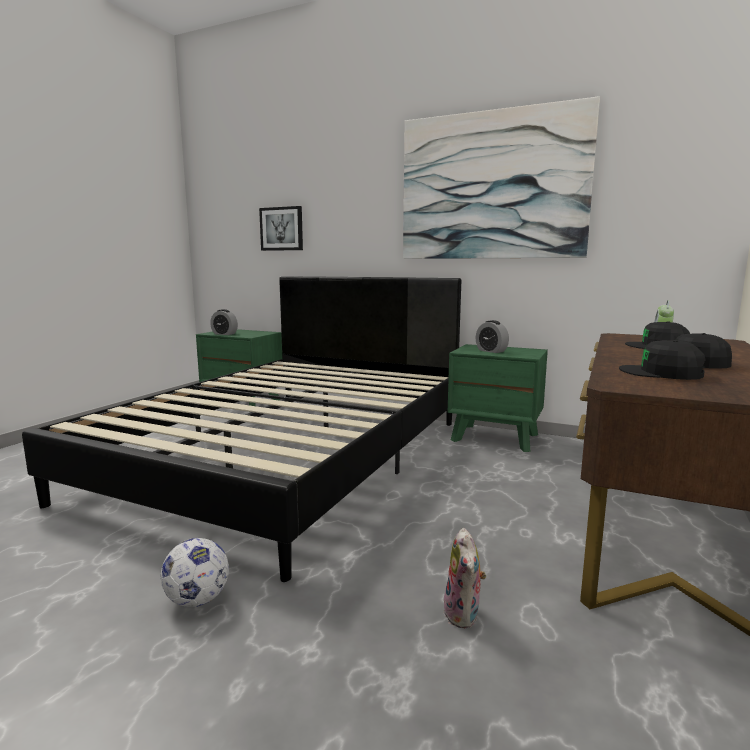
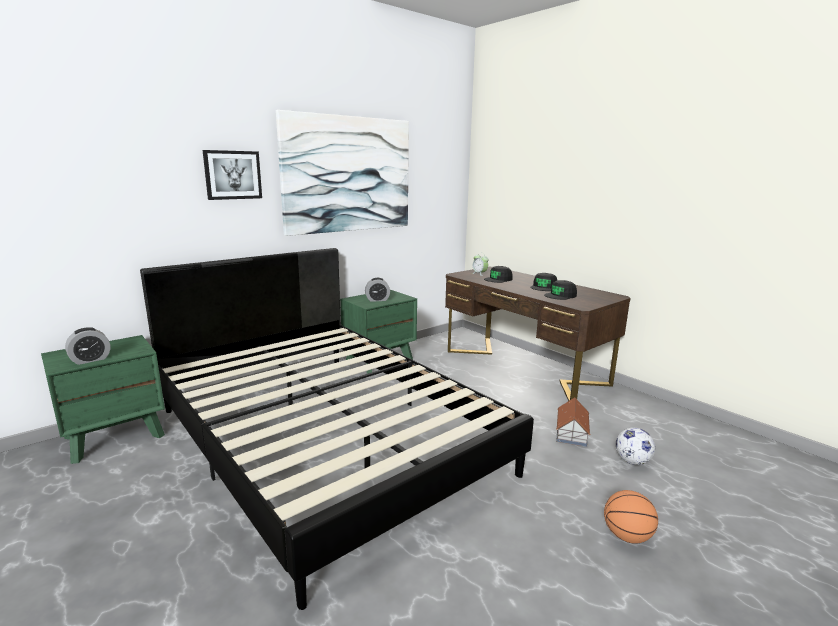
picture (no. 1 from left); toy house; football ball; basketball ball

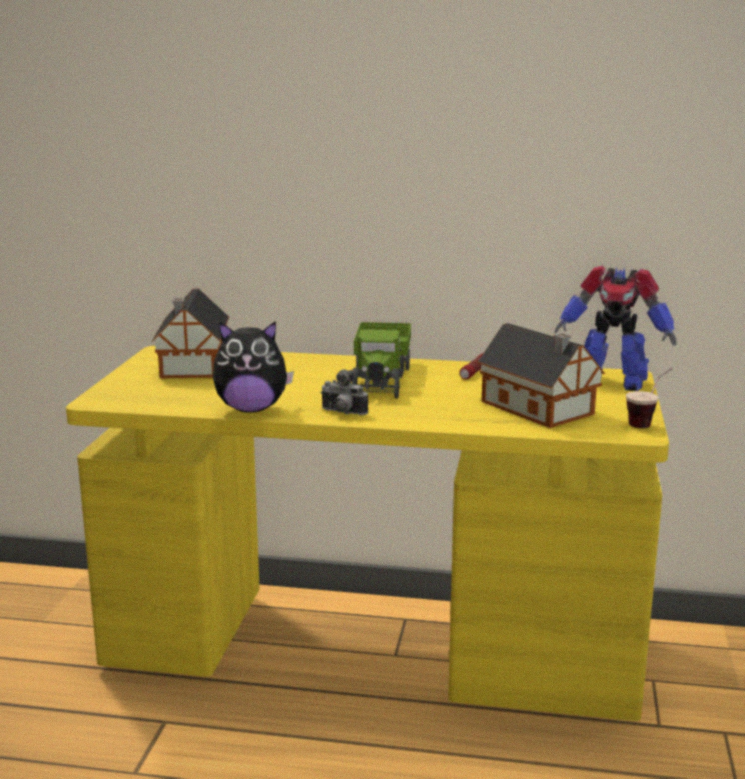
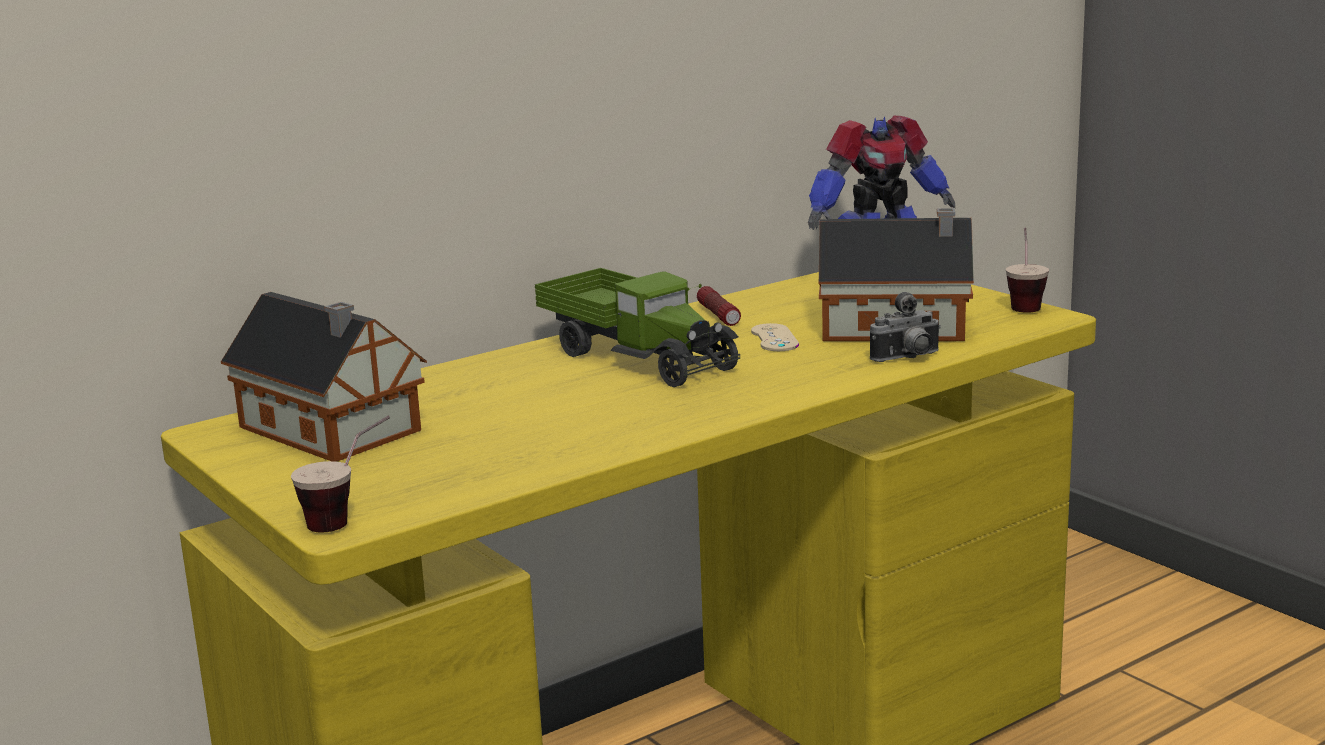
cuddly toy; photo camera; beige-coloured gamepad; cup (no. 1 from left)

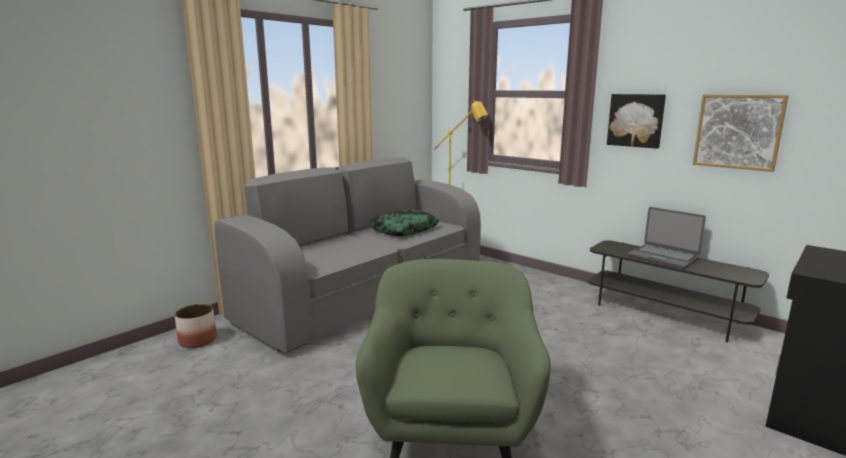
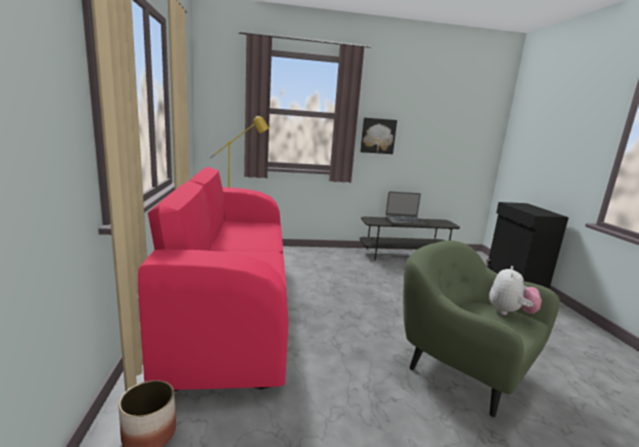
picture (no. 2 from left in the first image); pink-coloured couch; cushion; cuddly toy

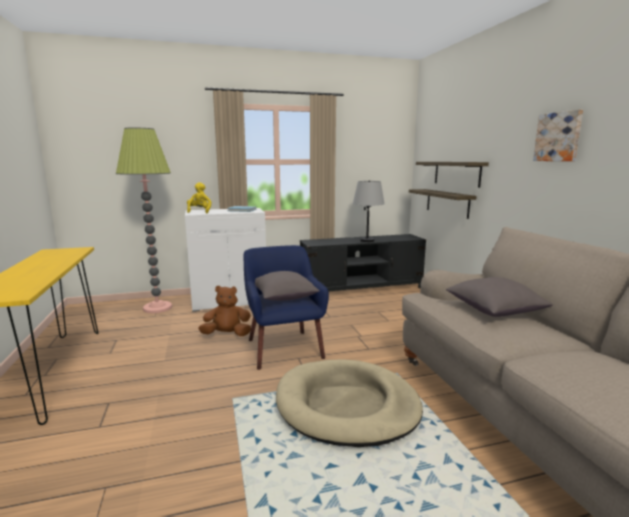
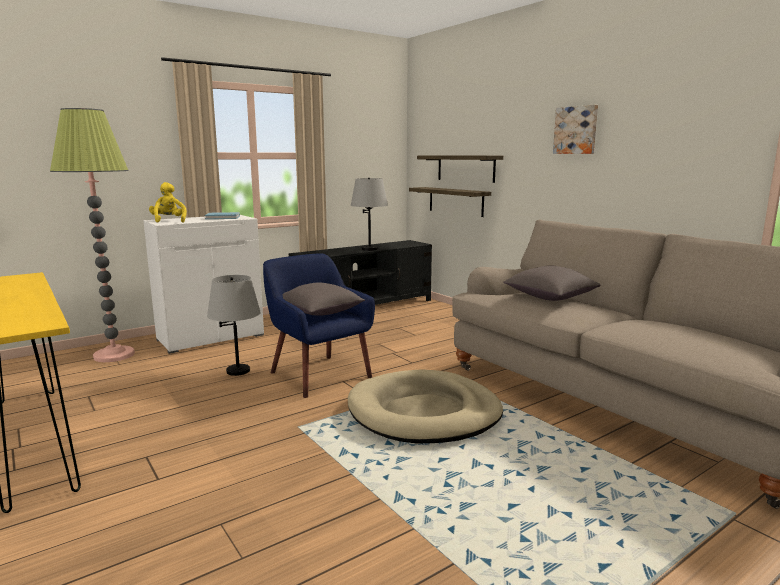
greyish lamp for a table (no. 1 from left)

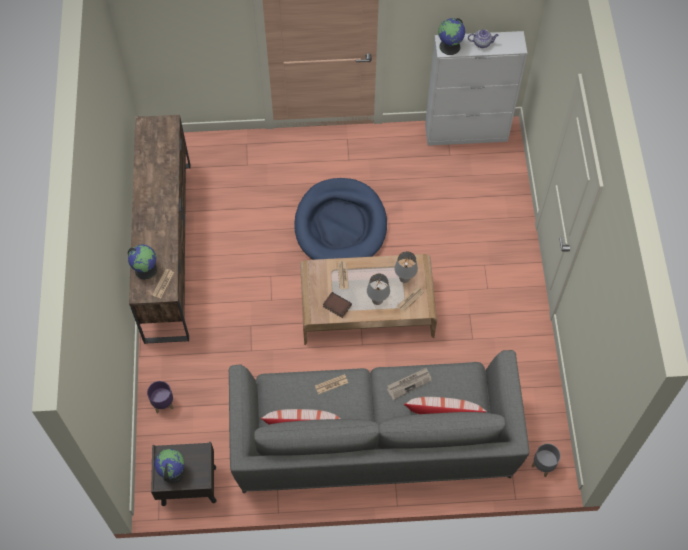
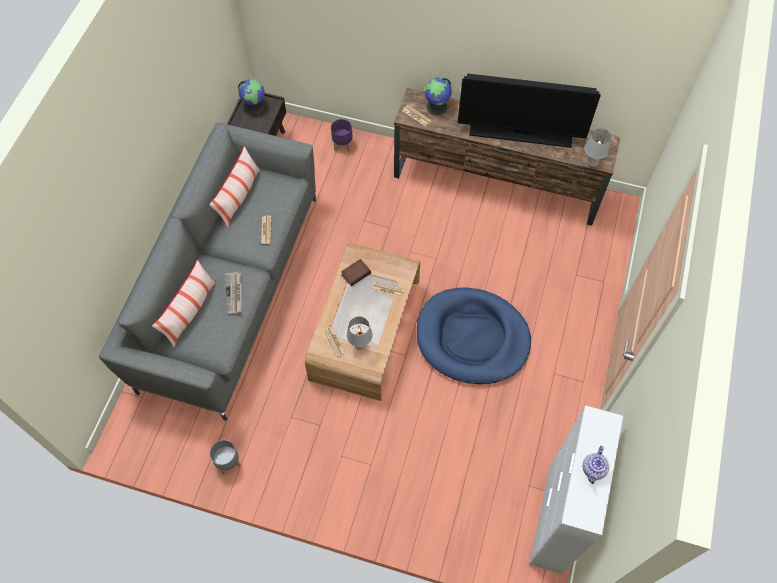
desk globe (no. 3 from left in the first image); greyish lamp for a table (no. 2 from left); greyish flower pot; television

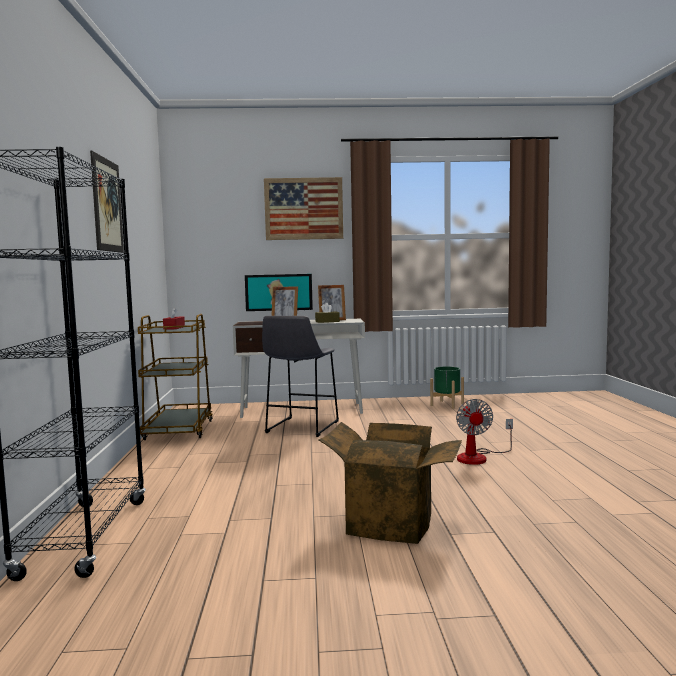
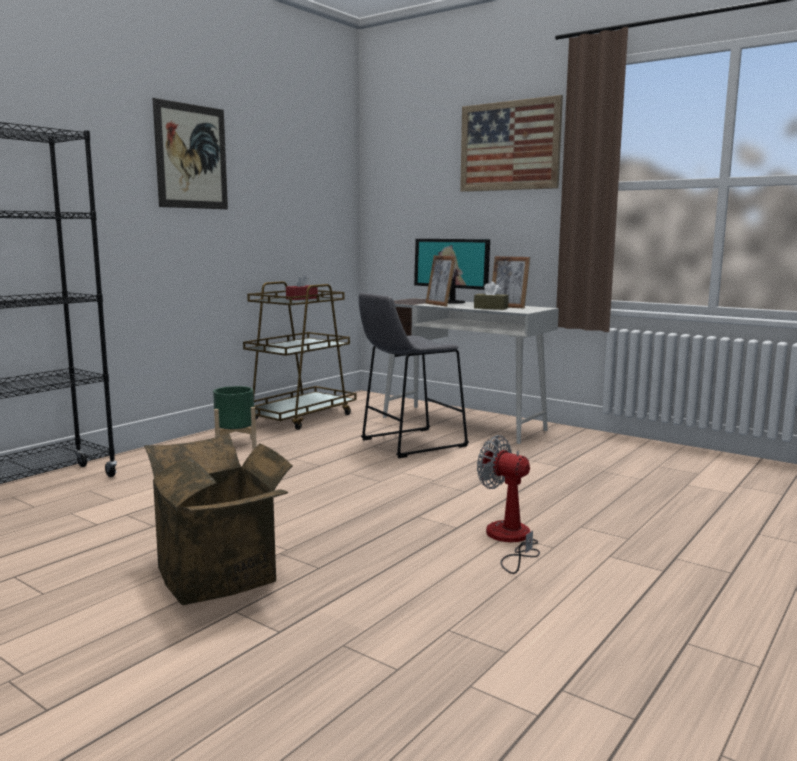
green-coloured flower pot; cooling fan

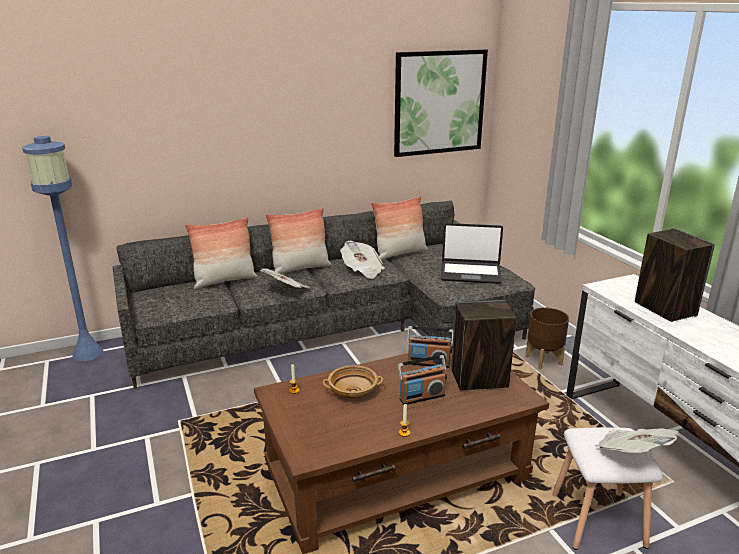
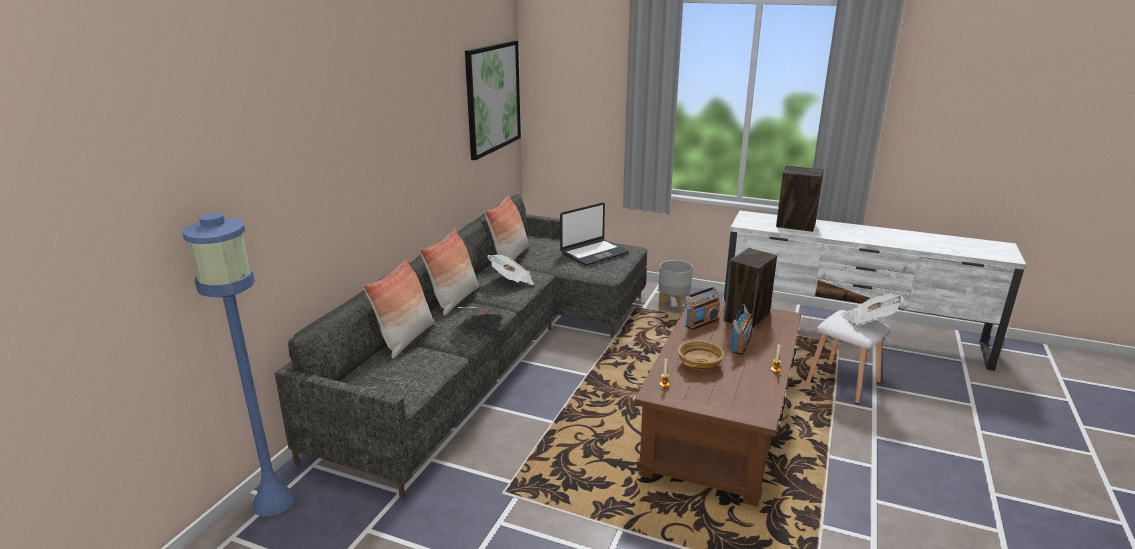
greyish flower pot

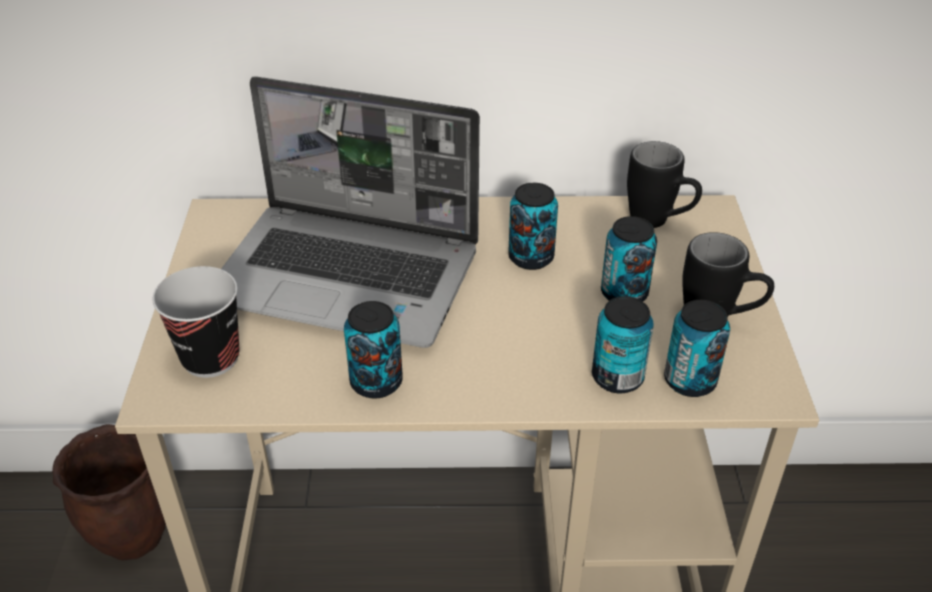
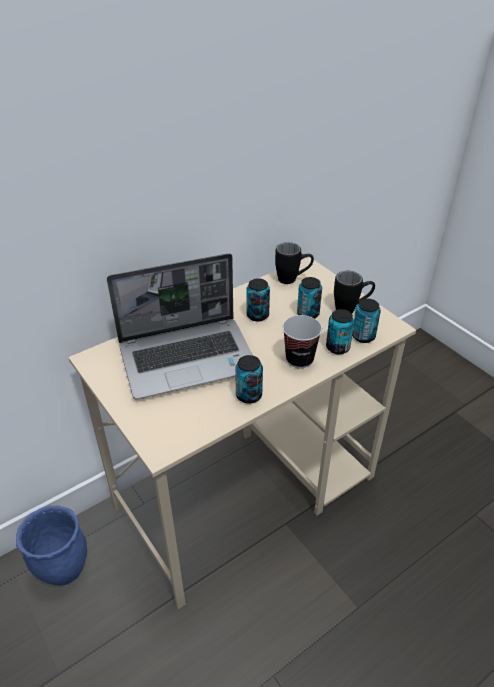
cup; blue flower pot

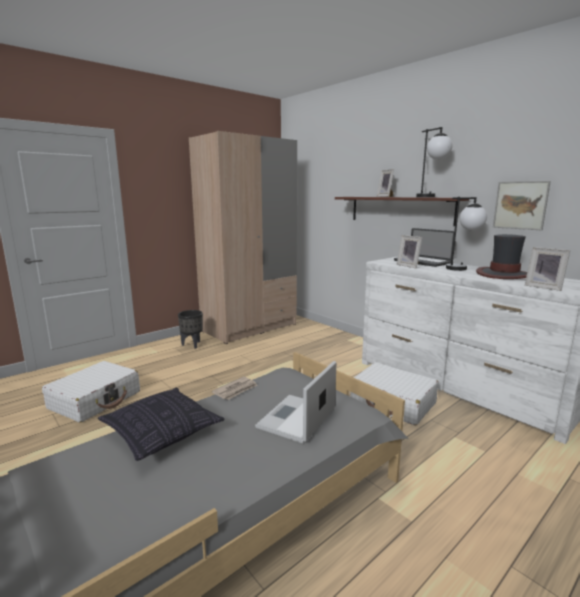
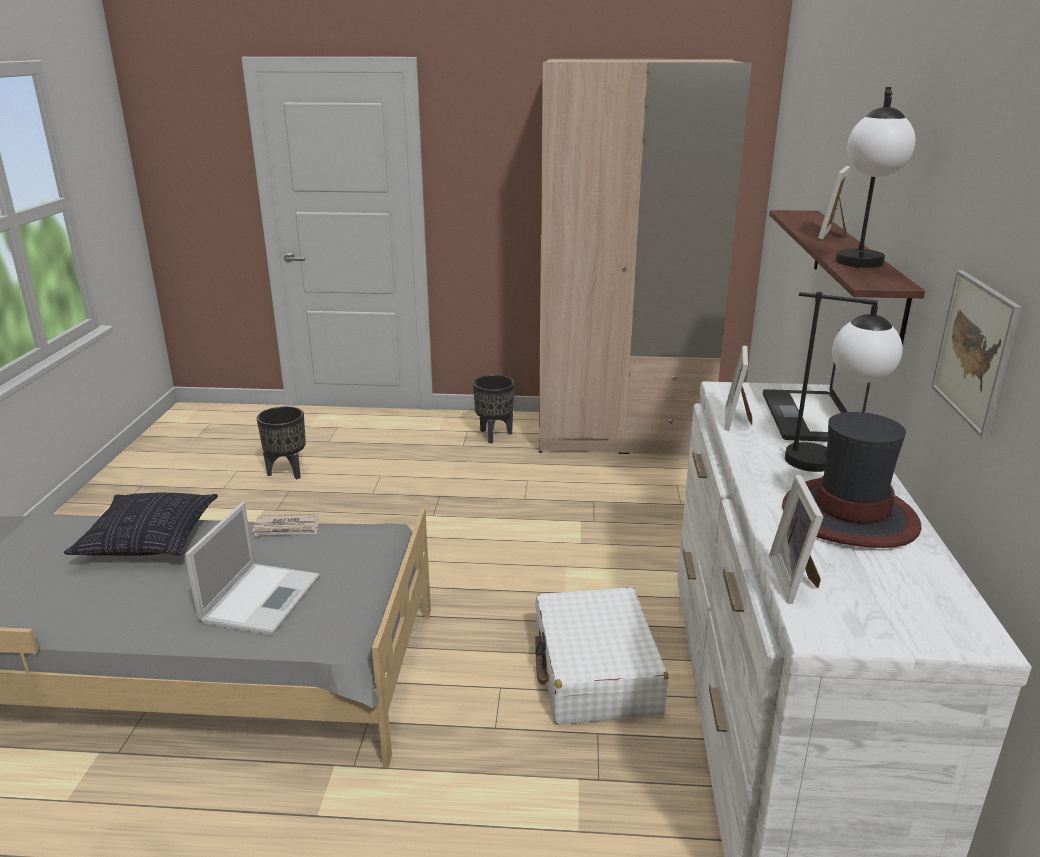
blackish flower pot (no. 1 from left); notebook computer (no. 1 from left)

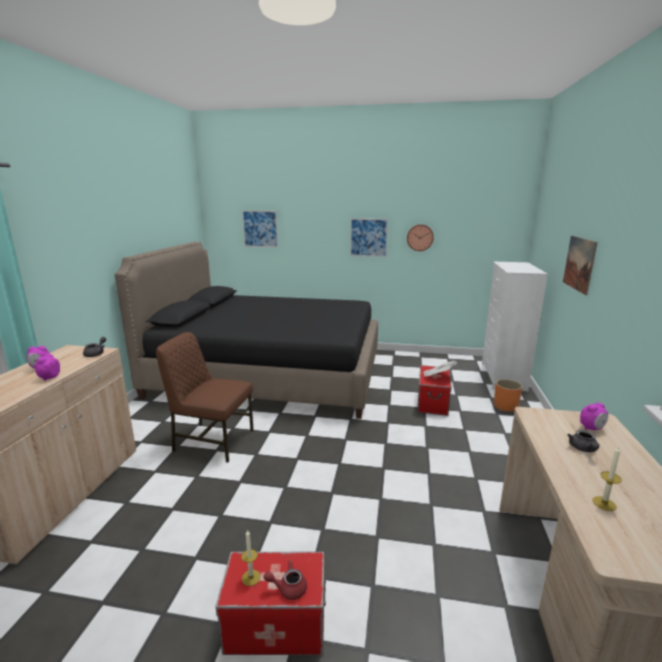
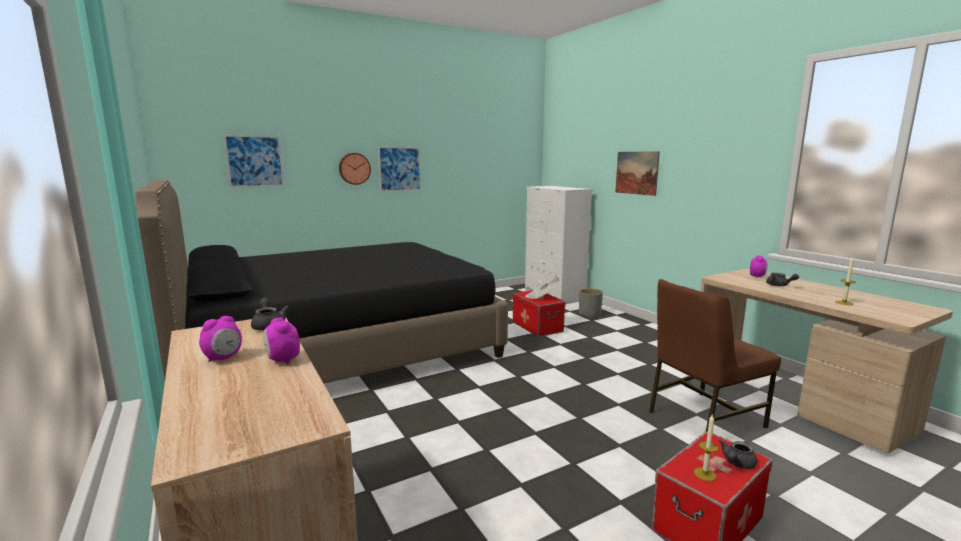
clock on the wall; brownish upright chair; greyish flower pot; greyish pot for tea (no. 2 from left)

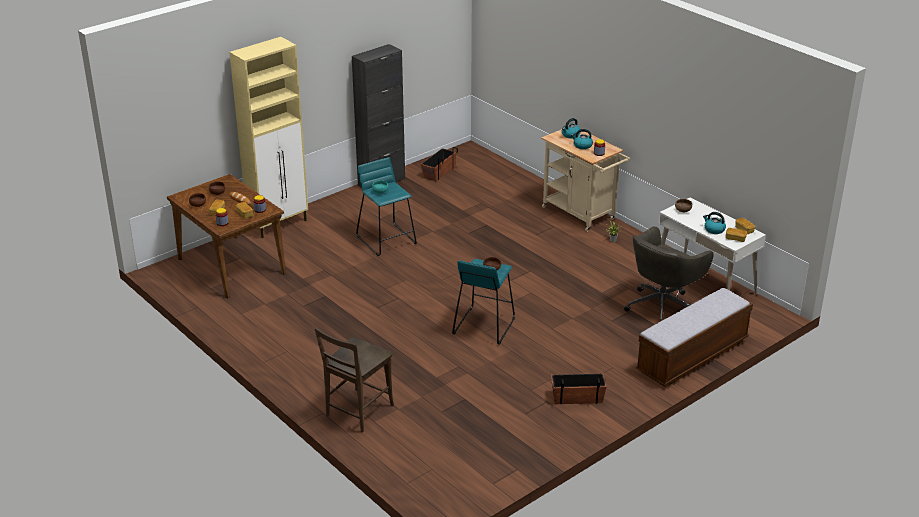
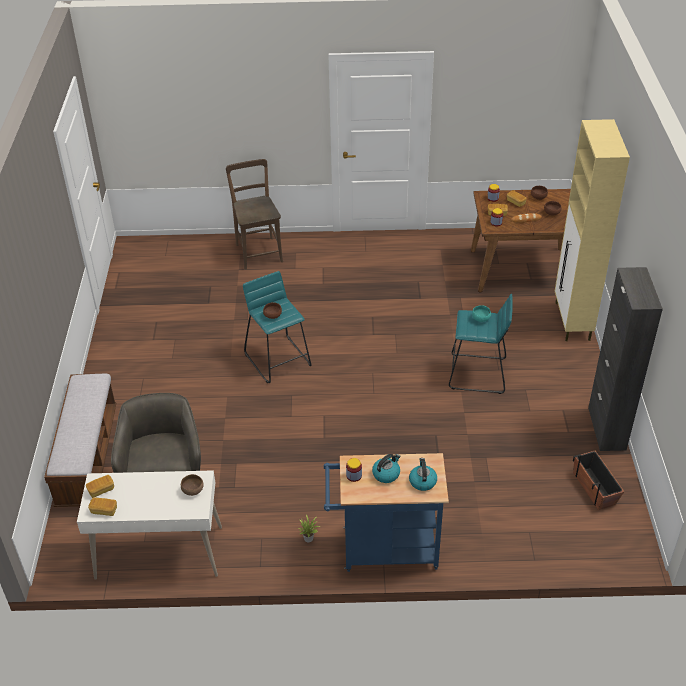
blue trolley; water kettle (no. 3 from left in the first image); flower pot (no. 2 from left in the first image)

